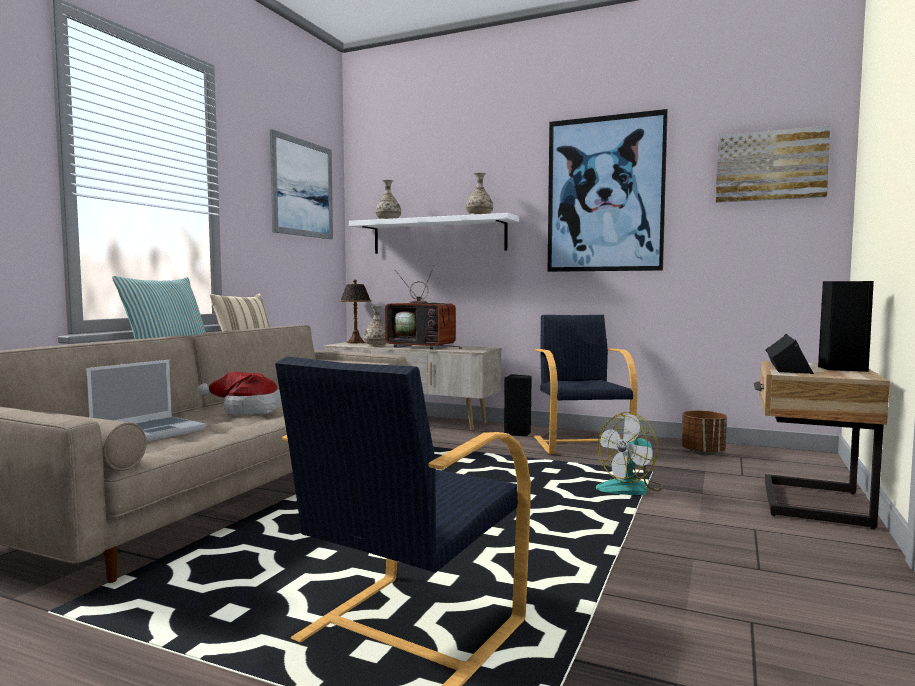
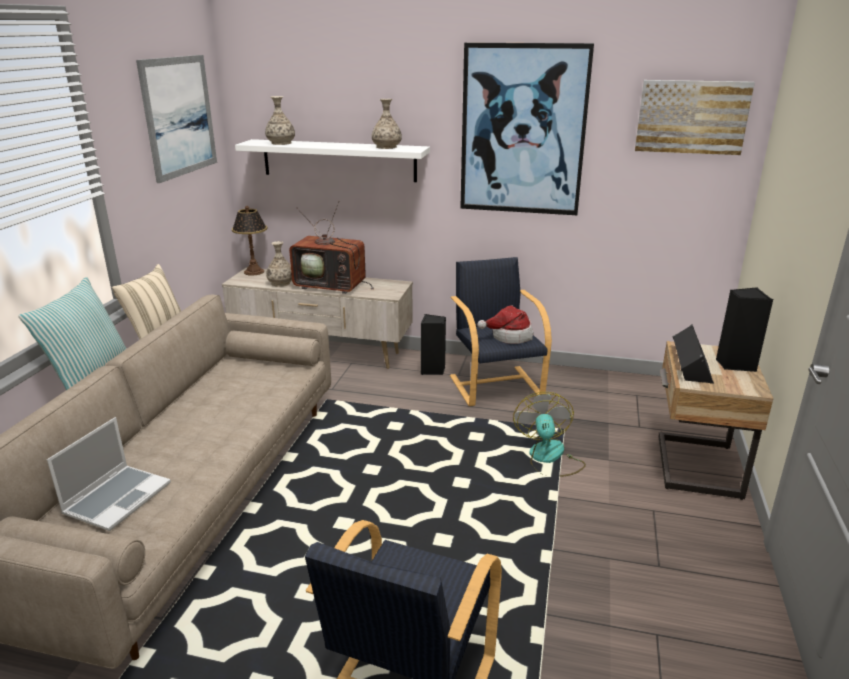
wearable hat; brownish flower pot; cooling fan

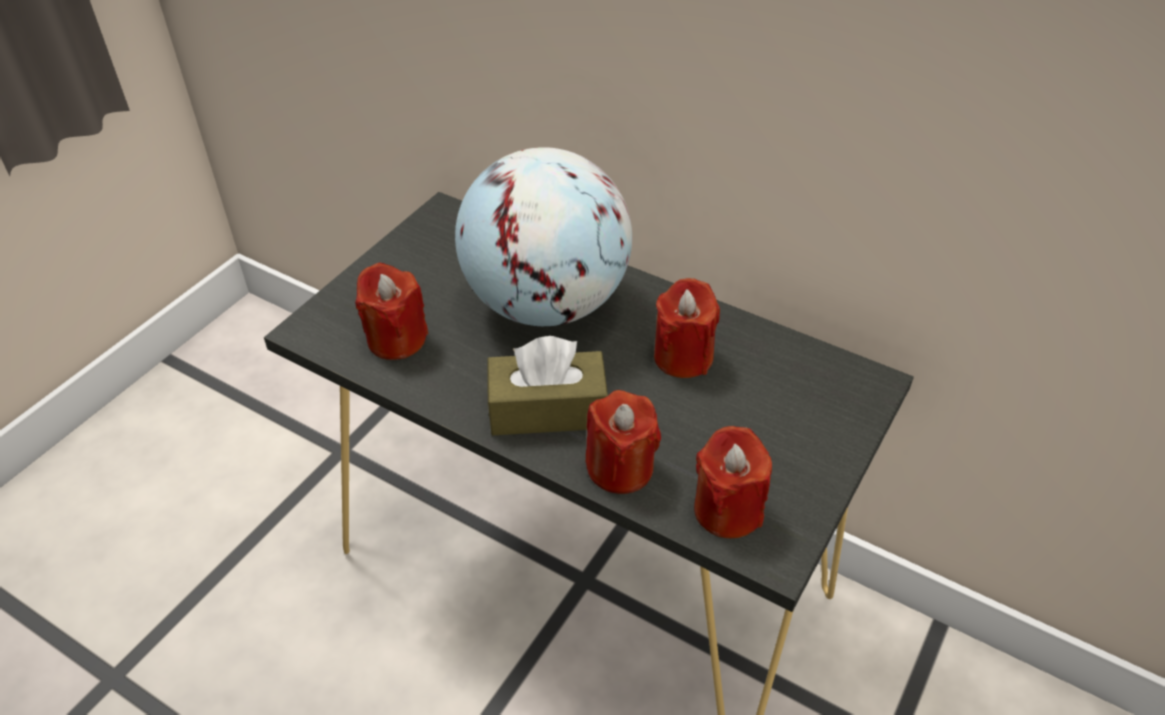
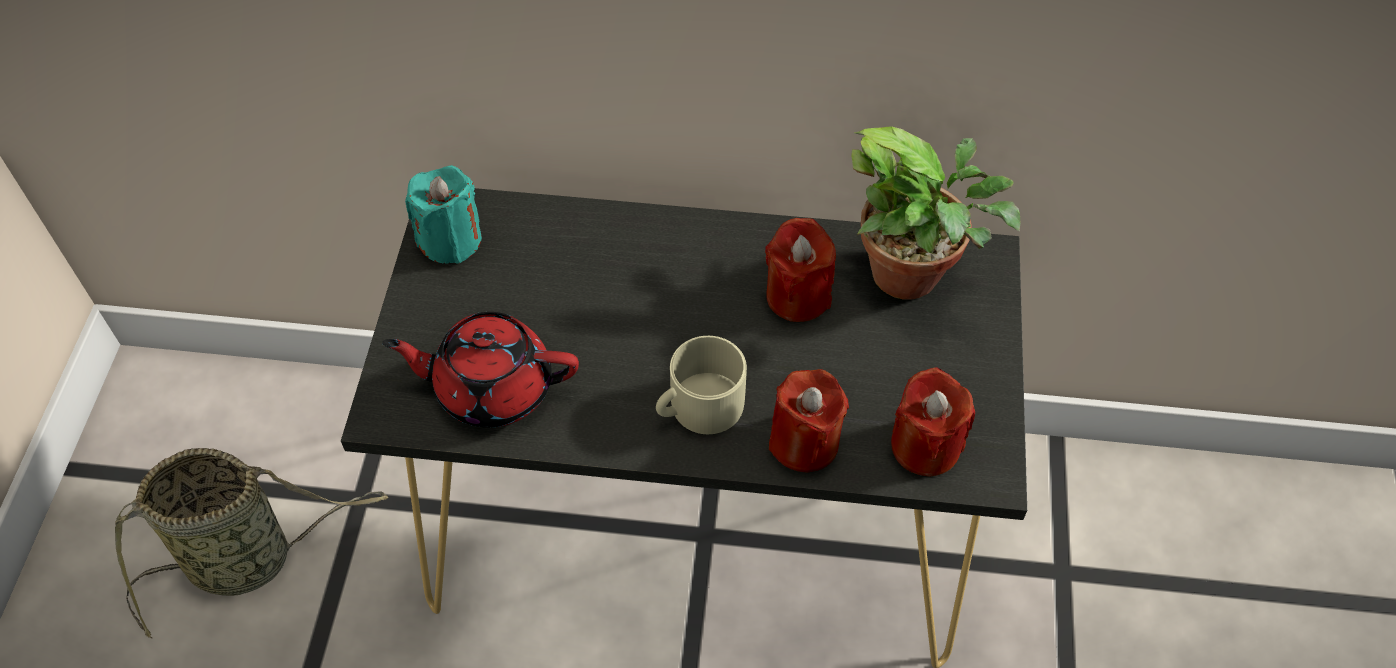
desk globe; red pot for tea; beige-coloured coffee mug; houseplant; turquoise wax light; household basket

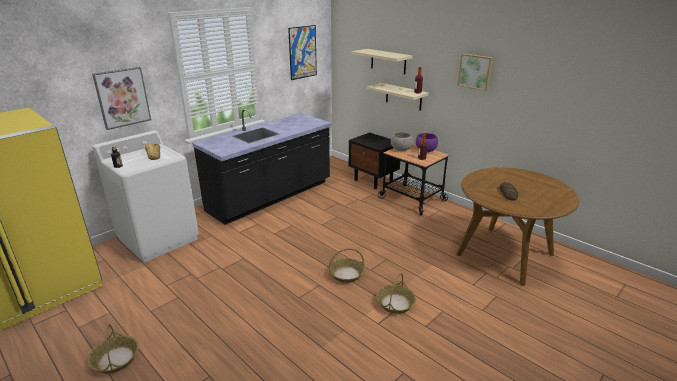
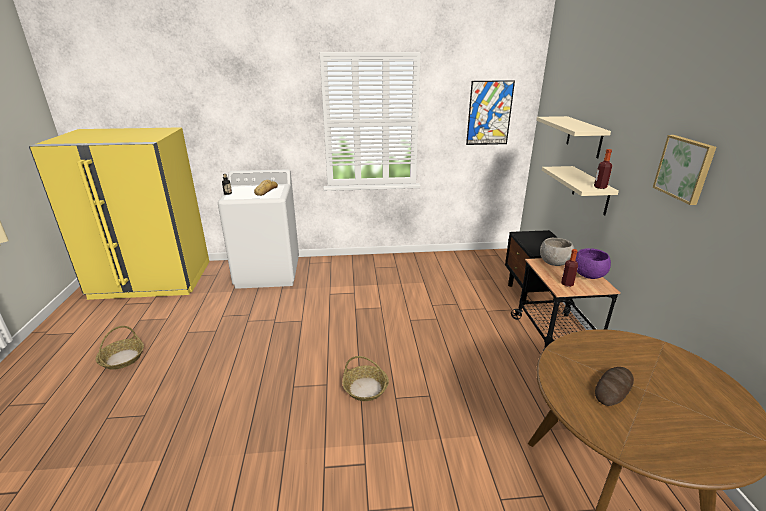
picture (no. 1 from left in the first image); blackish kitchen counter; household basket (no. 3 from left in the first image)

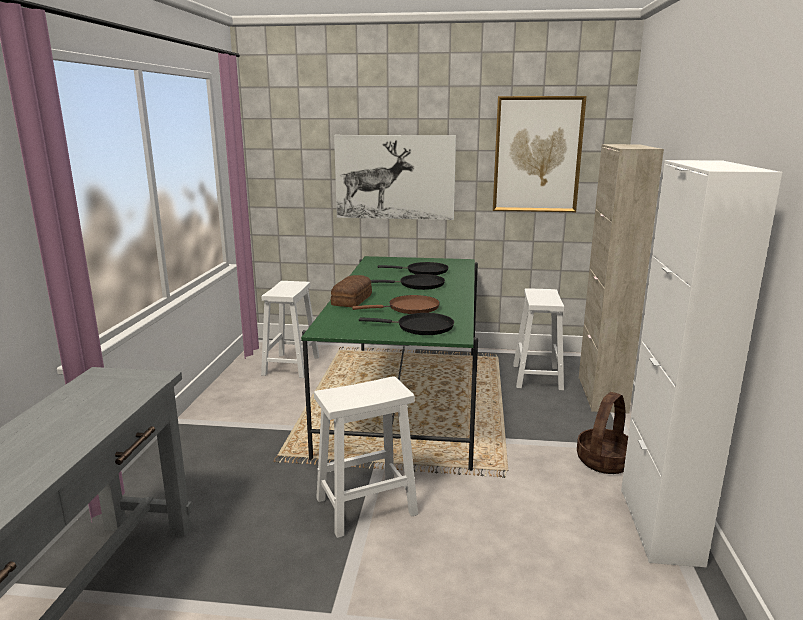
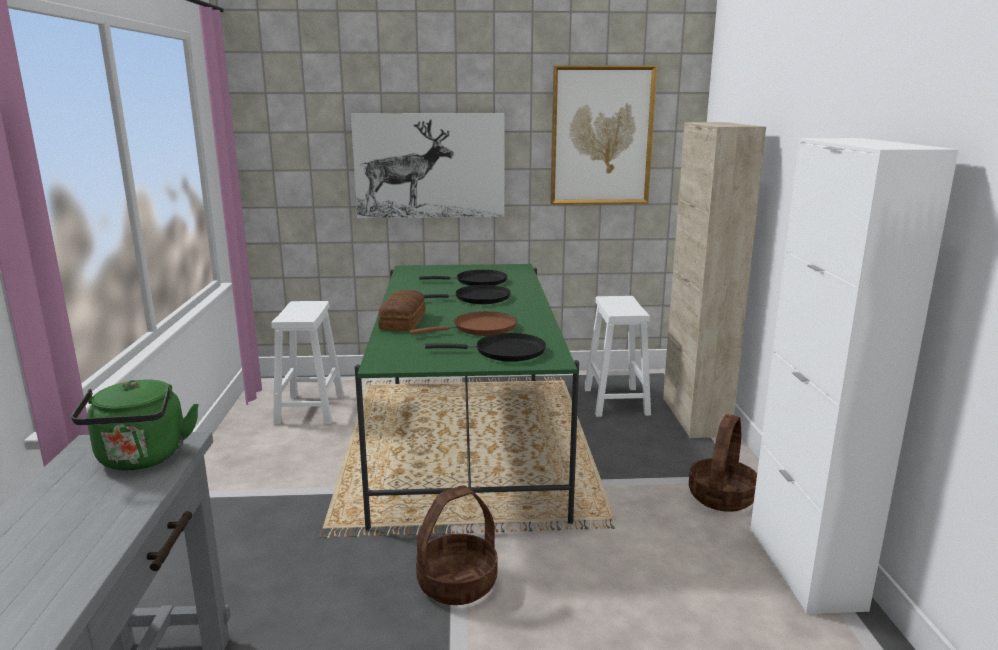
household basket (no. 1 from left); green-coloured water kettle

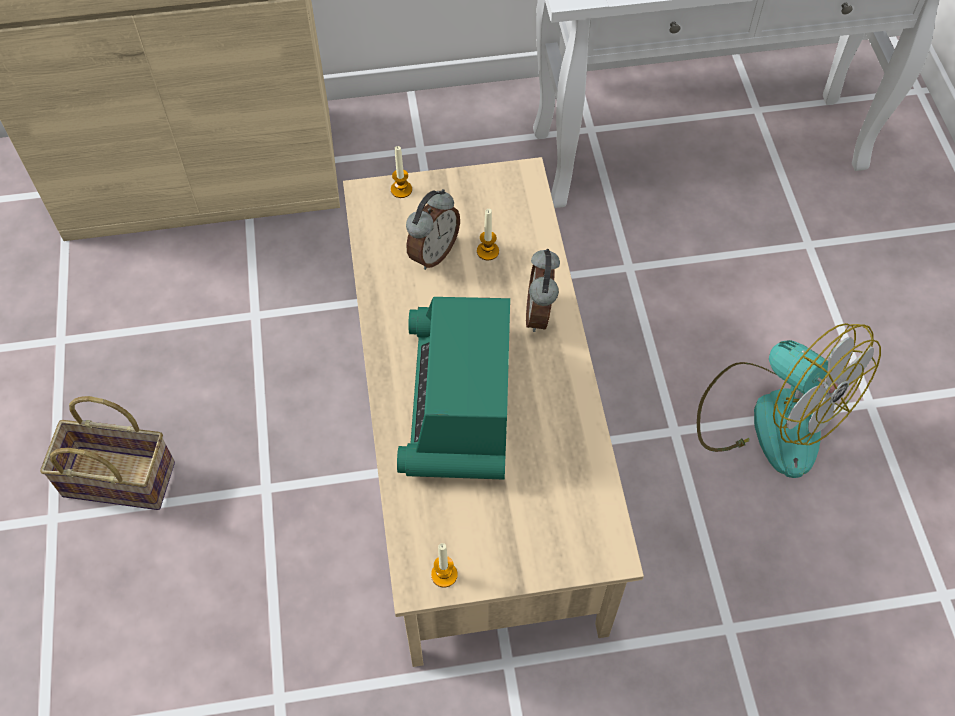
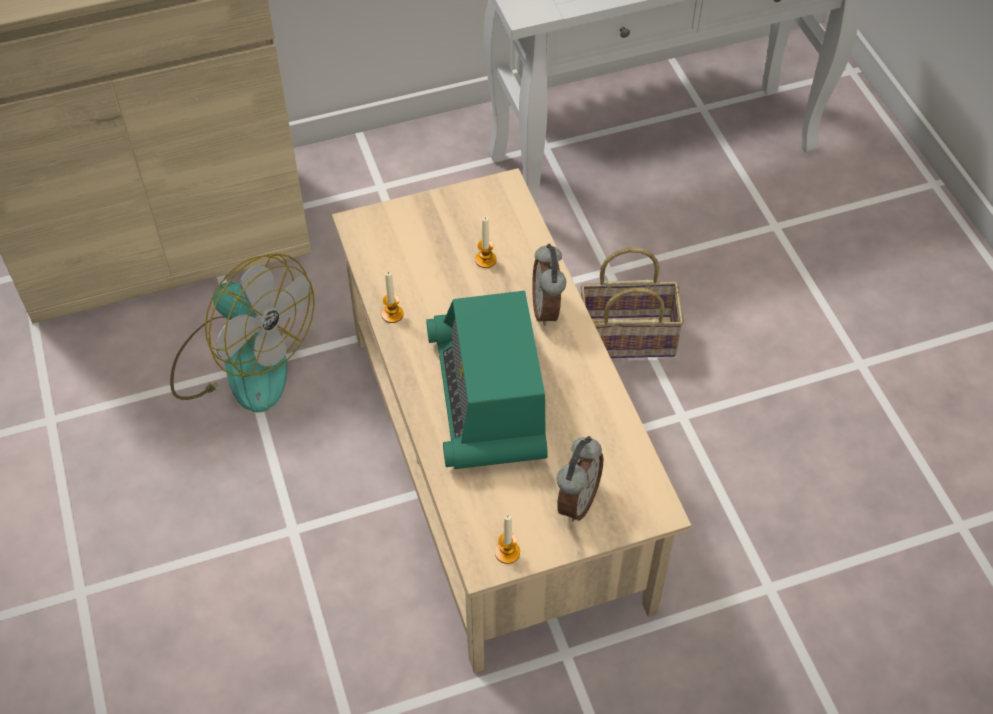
wax light (no. 1 from left); alarm clock (no. 2 from left); cooling fan; household basket

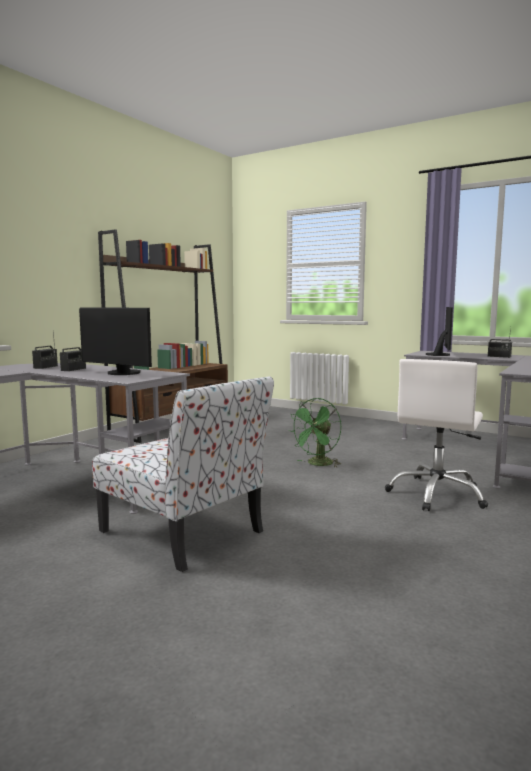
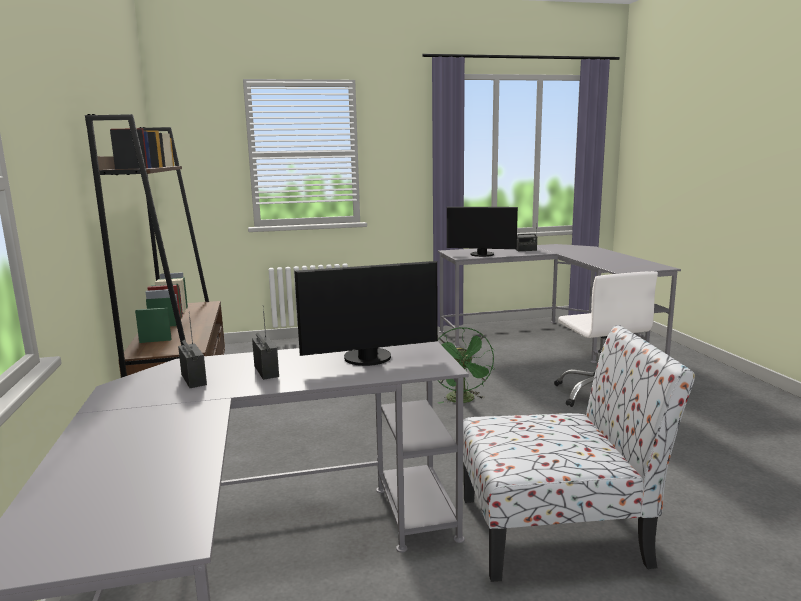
computer screen (no. 2 from left)

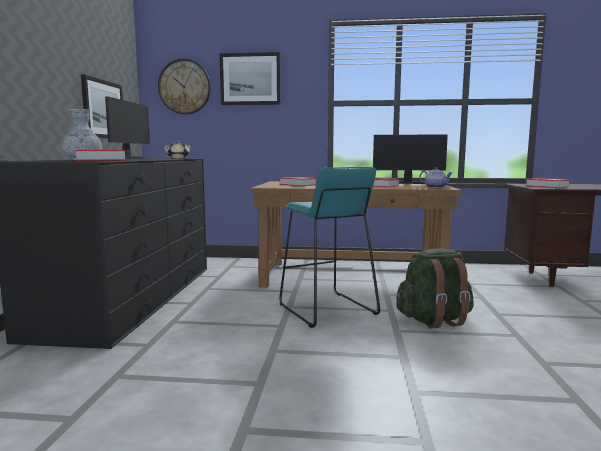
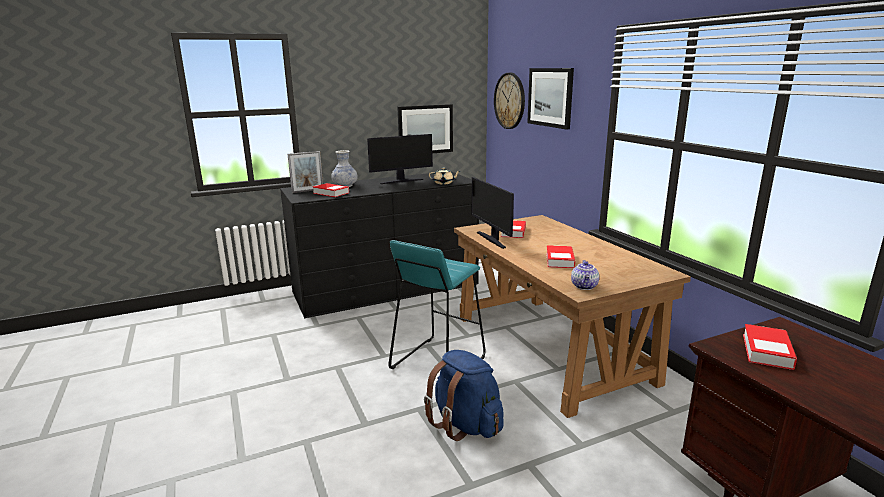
computer screen (no. 2 from left); blue knapsack; standing frame

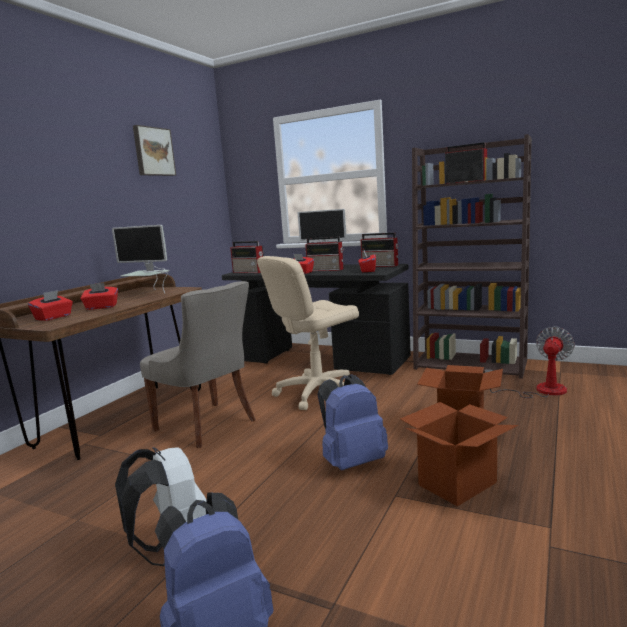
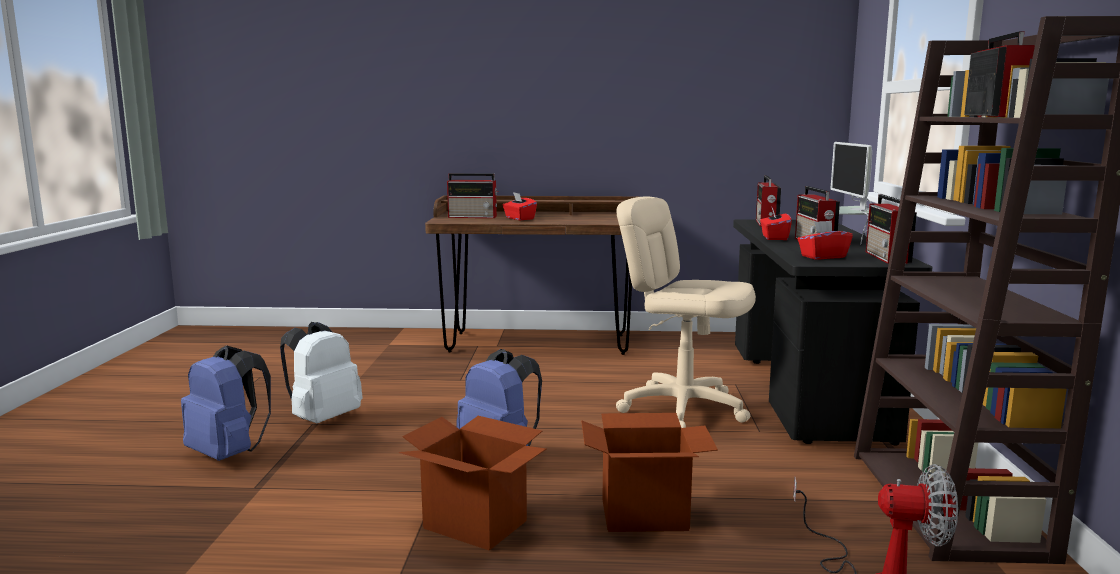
picture; computer screen (no. 1 from left in the first image); greyish upright chair; radio set (no. 1 from left)

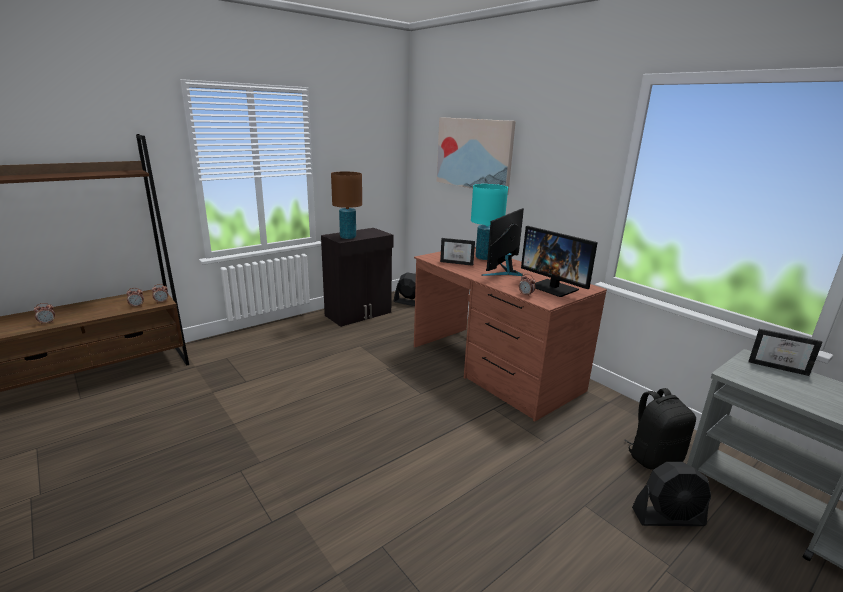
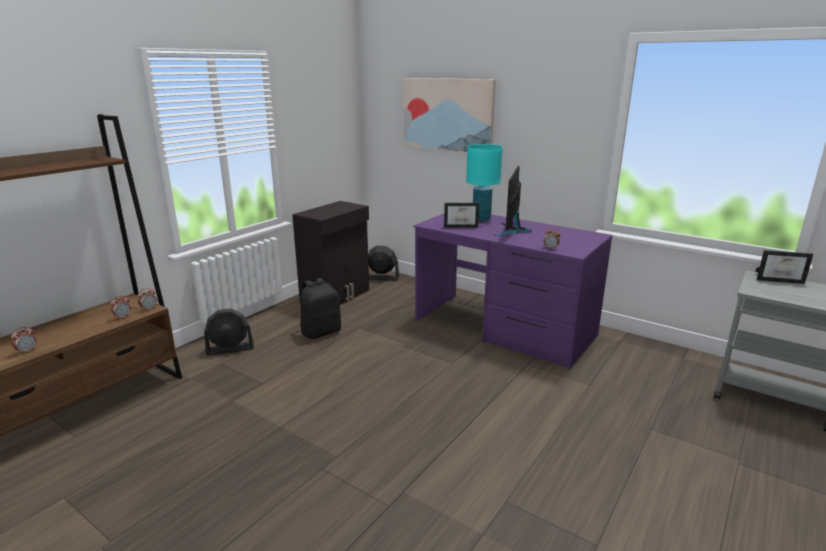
brownish lamp for a table; computer screen (no. 2 from left in the first image); purplish desk unit; blackish knapsack; blackish cooling fan (no. 1 from left)

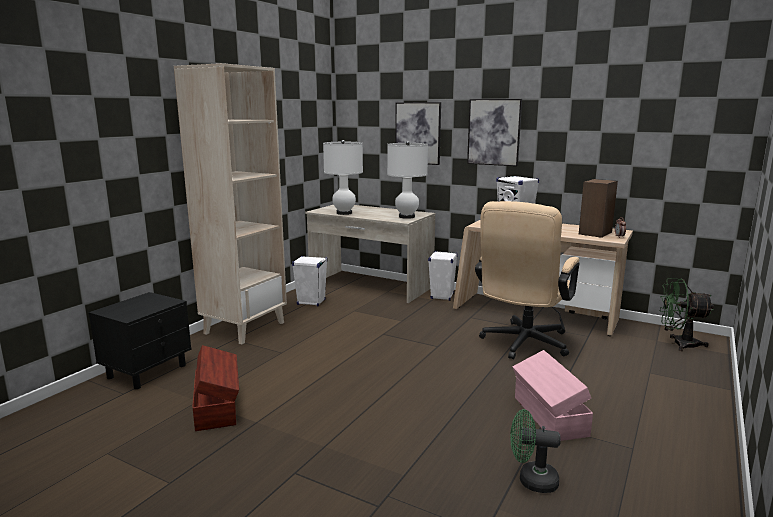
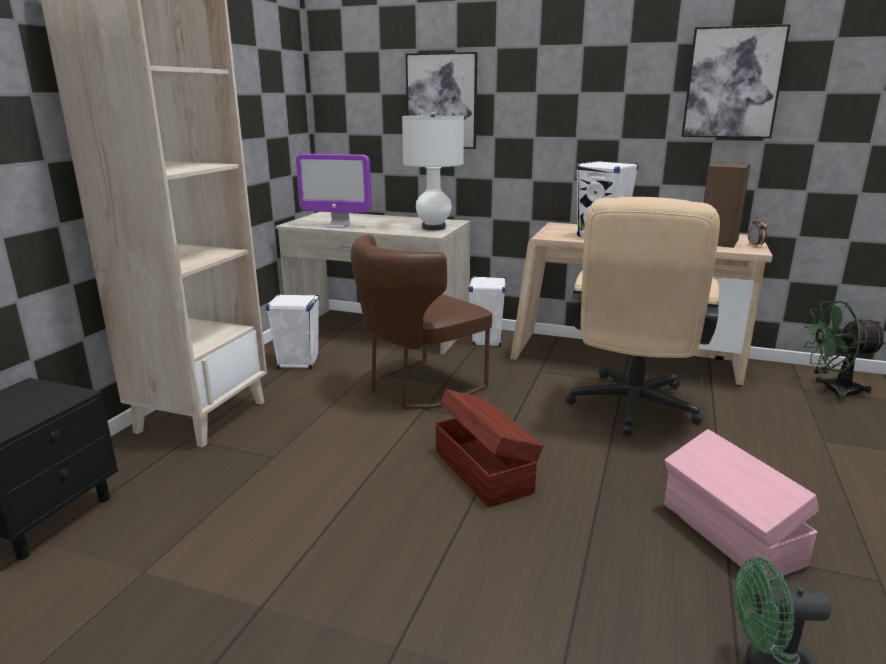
picture (no. 2 from left); computer screen; brownish storage container; brownish upright chair

